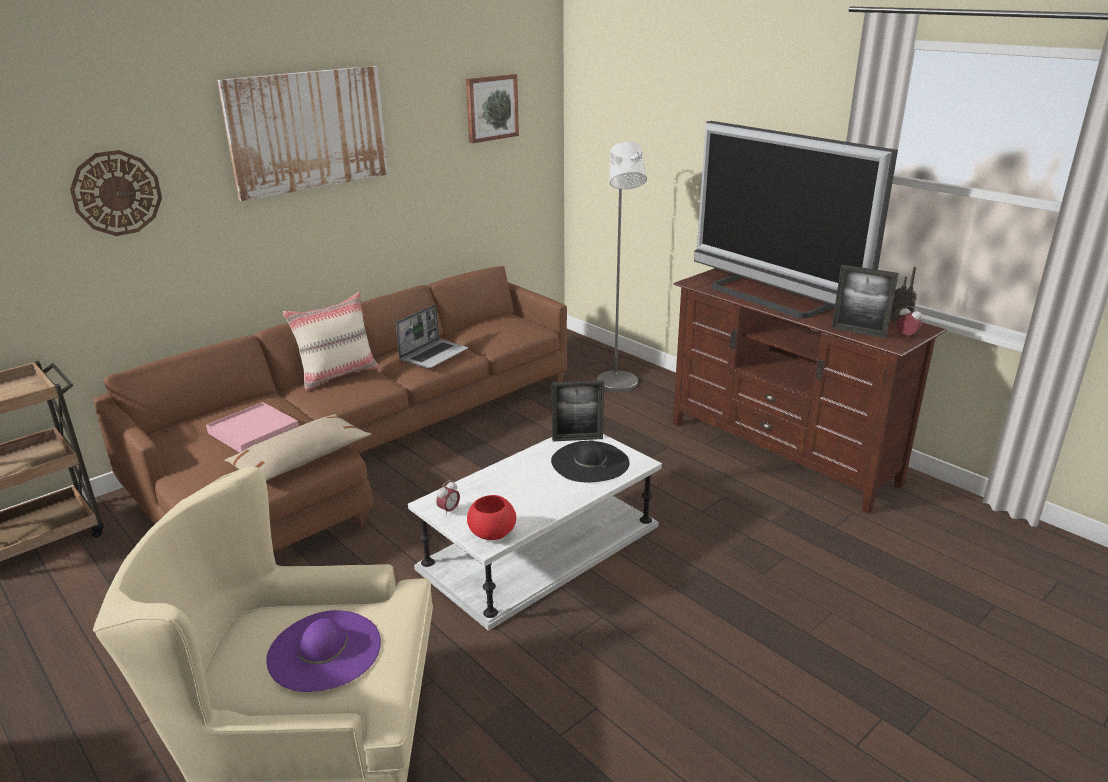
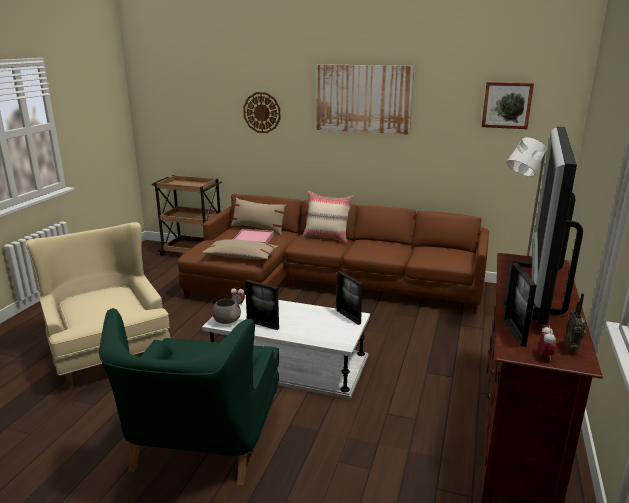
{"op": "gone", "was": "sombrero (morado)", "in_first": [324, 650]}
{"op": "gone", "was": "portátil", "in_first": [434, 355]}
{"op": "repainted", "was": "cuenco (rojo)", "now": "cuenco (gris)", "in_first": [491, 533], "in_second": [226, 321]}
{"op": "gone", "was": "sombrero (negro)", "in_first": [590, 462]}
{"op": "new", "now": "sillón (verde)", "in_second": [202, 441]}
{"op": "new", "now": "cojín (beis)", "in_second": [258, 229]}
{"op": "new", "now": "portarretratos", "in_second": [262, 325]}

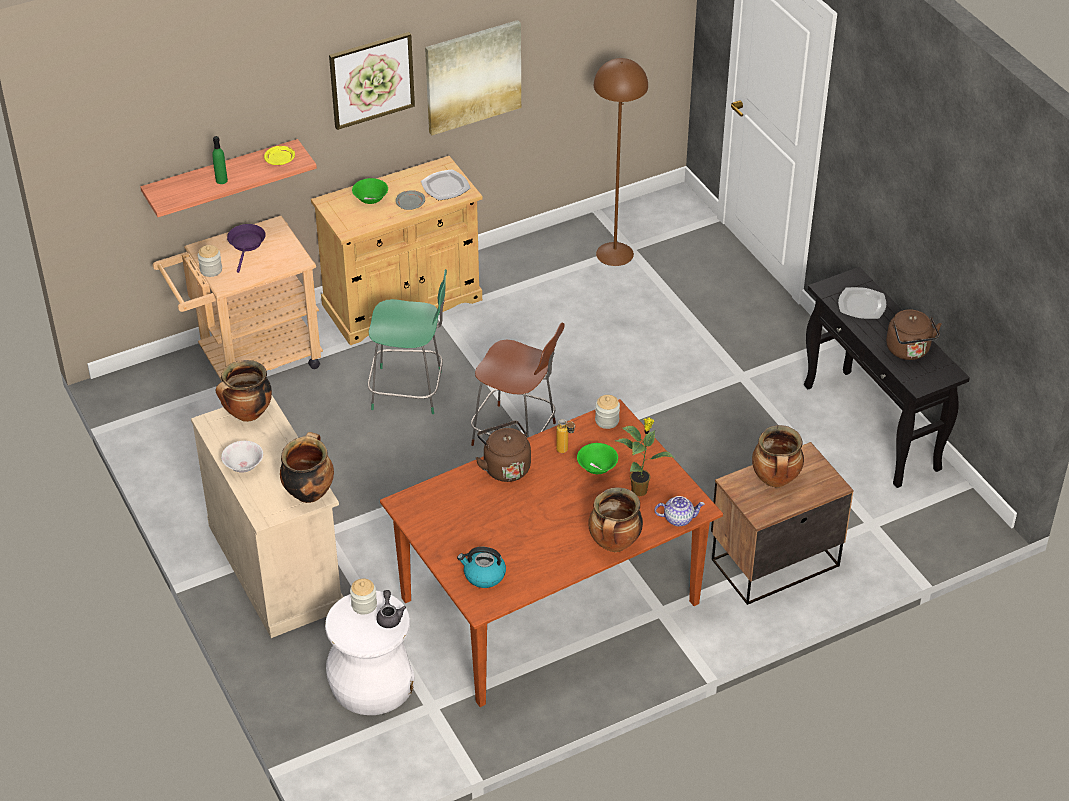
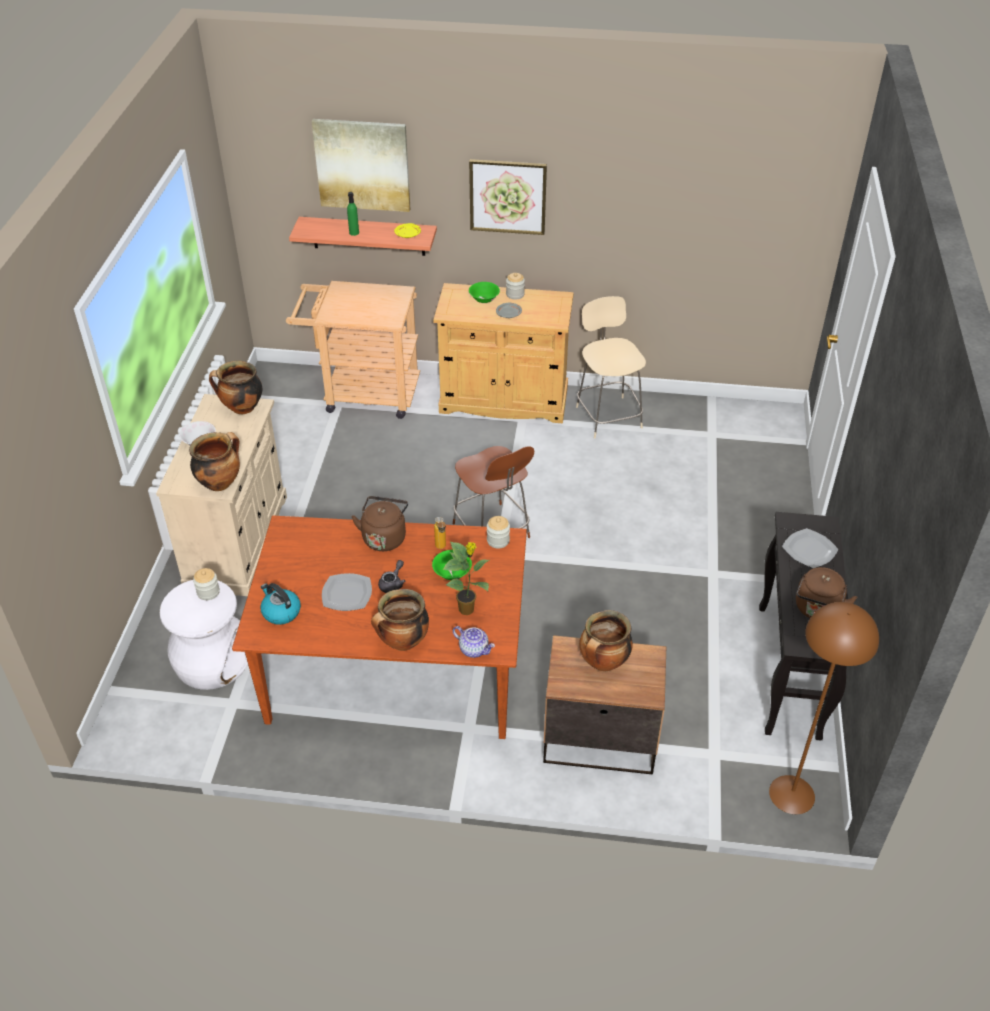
{"op": "shifted", "was": "tarro", "in_first": [211, 270], "in_second": [515, 294]}
{"op": "gone", "was": "sartén (morado)", "in_first": [246, 245]}
{"op": "gone", "was": "silla (verde)", "in_first": [410, 391]}
{"op": "shifted", "was": "tetera (gris)", "in_first": [389, 616], "in_second": [393, 584]}
{"op": "shifted", "was": "plato", "in_first": [445, 187], "in_second": [346, 594]}
{"op": "shifted", "was": "cuadro", "in_first": [473, 76], "in_second": [362, 164]}
{"op": "shifted", "was": "lámpara de pie (marrón)", "in_first": [614, 254], "in_second": [791, 794]}
{"op": "new", "now": "silla (beis)", "in_second": [608, 415]}

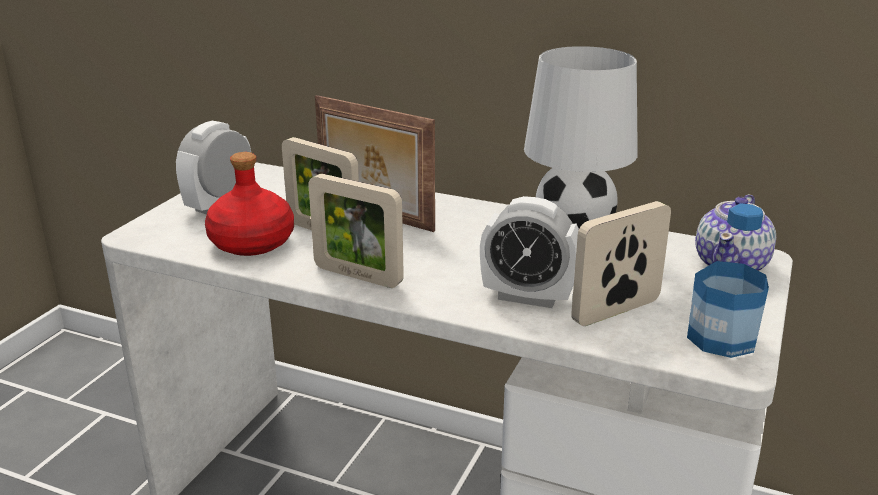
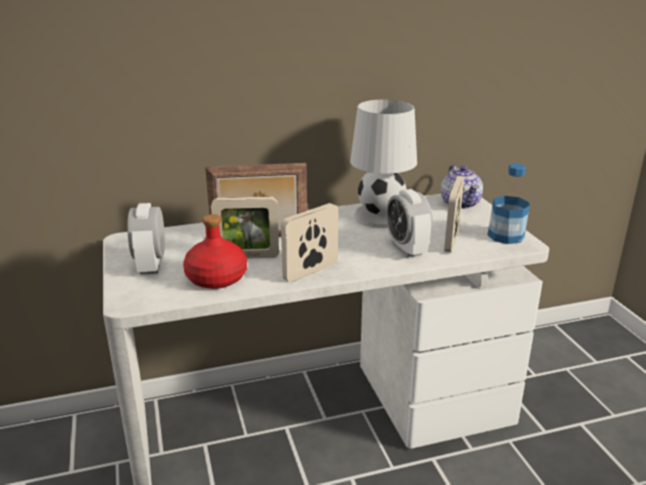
{"op": "rotated", "was": "portarretratos", "in_first": [358, 276], "in_second": [310, 271], "clockwise": 150}
{"op": "rotated", "was": "despertador", "in_first": [528, 297], "in_second": [407, 249], "clockwise": 90}

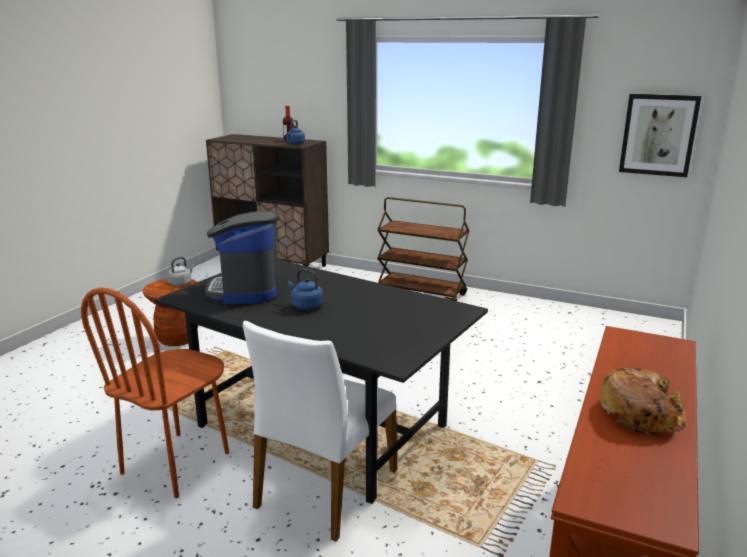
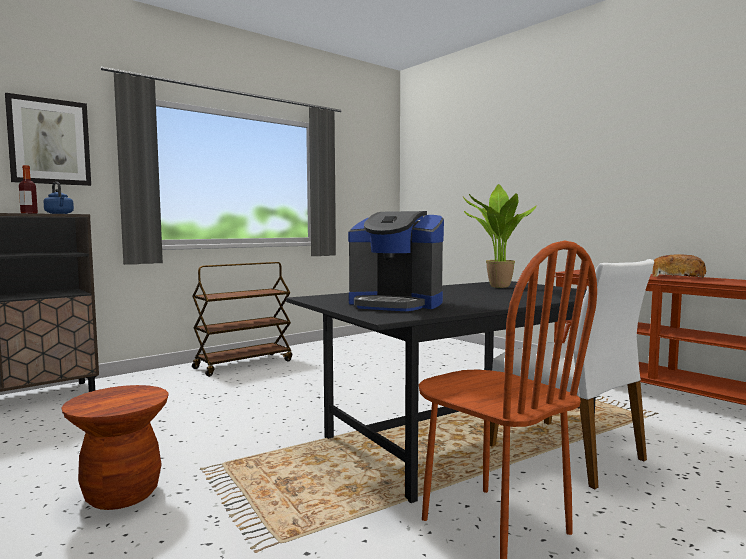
{"op": "gone", "was": "hervidor (gris)", "in_first": [181, 283]}
{"op": "gone", "was": "hervidor (azul)", "in_first": [305, 306]}
{"op": "shifted", "was": "cuadro", "in_first": [658, 135], "in_second": [49, 142]}
{"op": "new", "now": "planta en maceta", "in_second": [496, 286]}

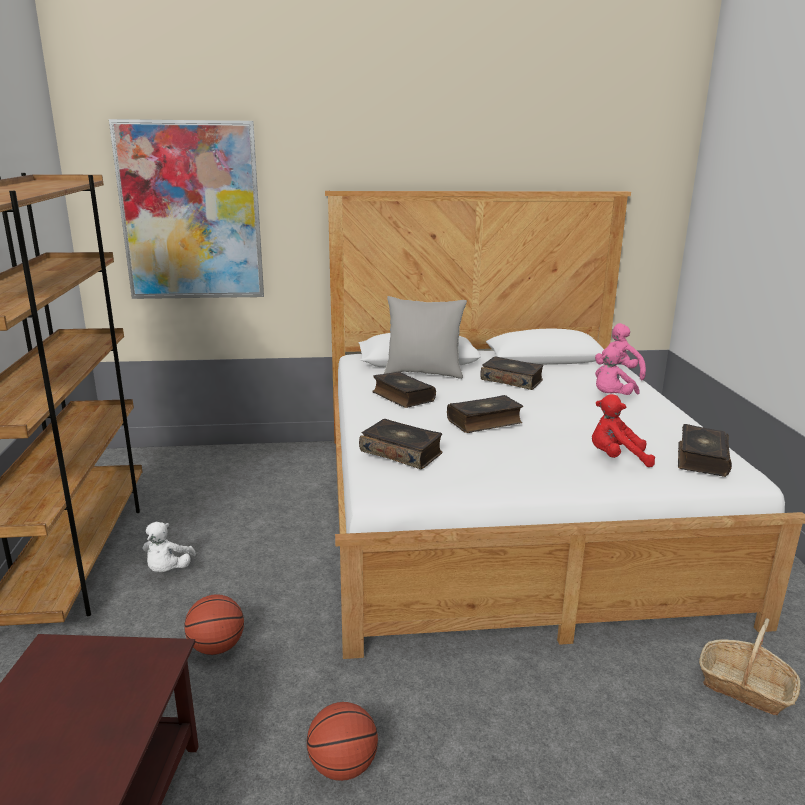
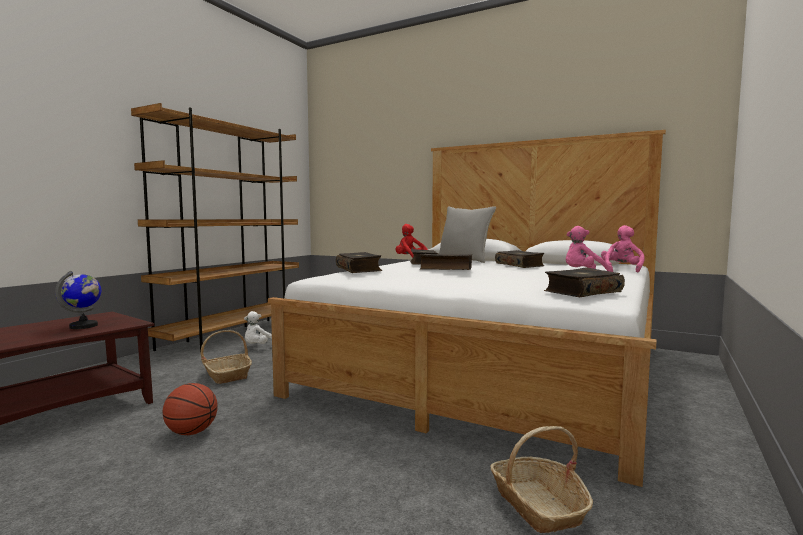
{"op": "gone", "was": "cuadro", "in_first": [191, 212]}
{"op": "swapped", "was": "balón de baloncesto", "now": "cesta", "in_first": [216, 647], "in_second": [227, 375]}
{"op": "shifted", "was": "peluche (rojo)", "in_first": [616, 458], "in_second": [410, 259]}
{"op": "new", "now": "globo terráqueo", "in_second": [84, 326]}

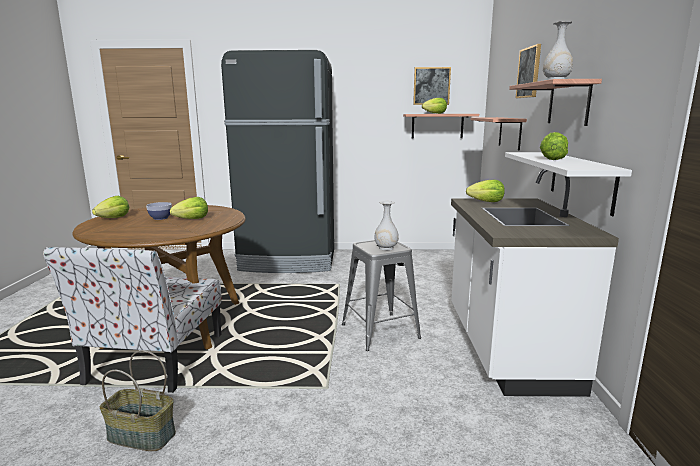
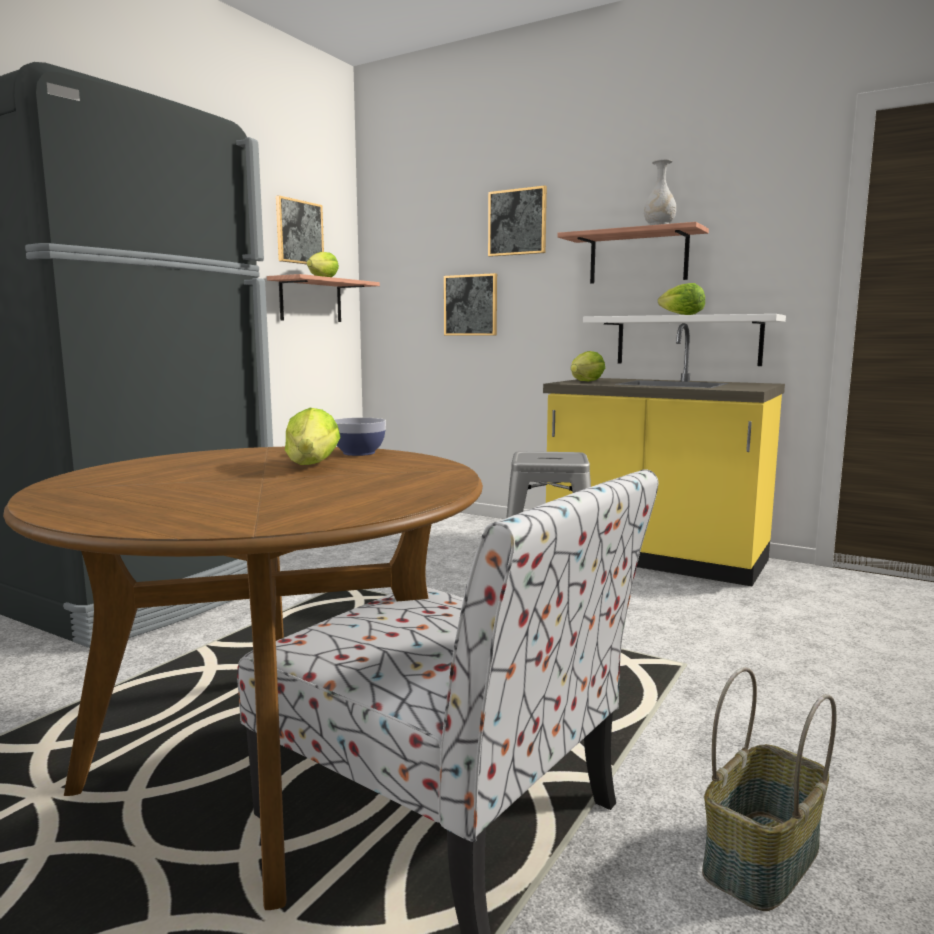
{"op": "gone", "was": "lechuga", "in_first": [114, 218]}
{"op": "shifted", "was": "cuenco", "in_first": [160, 218], "in_second": [359, 453]}
{"op": "gone", "was": "florero (blanco)", "in_first": [386, 248]}
{"op": "repainted", "was": "mueble bajo de cocina (blanco)", "now": "mueble bajo de cocina (amarillo)", "in_first": [506, 349], "in_second": [655, 559]}
{"op": "swapped", "was": "estante", "now": "cuadro", "in_first": [510, 133], "in_second": [471, 305]}

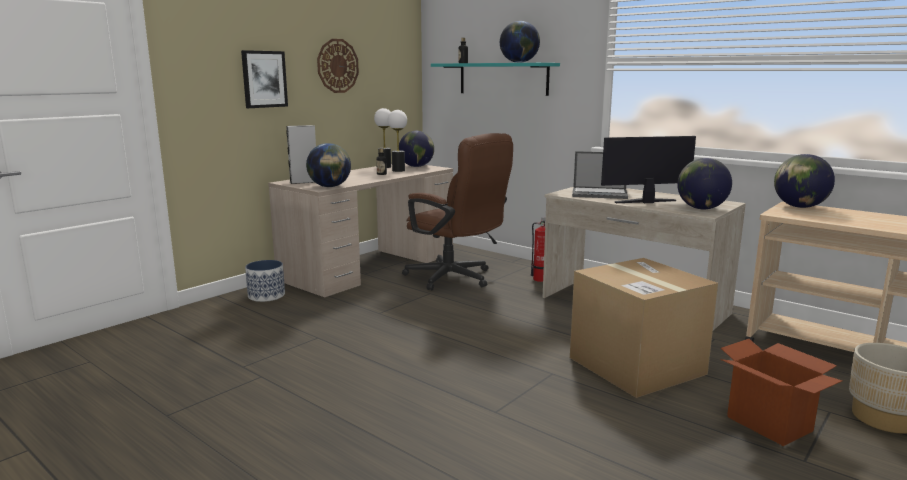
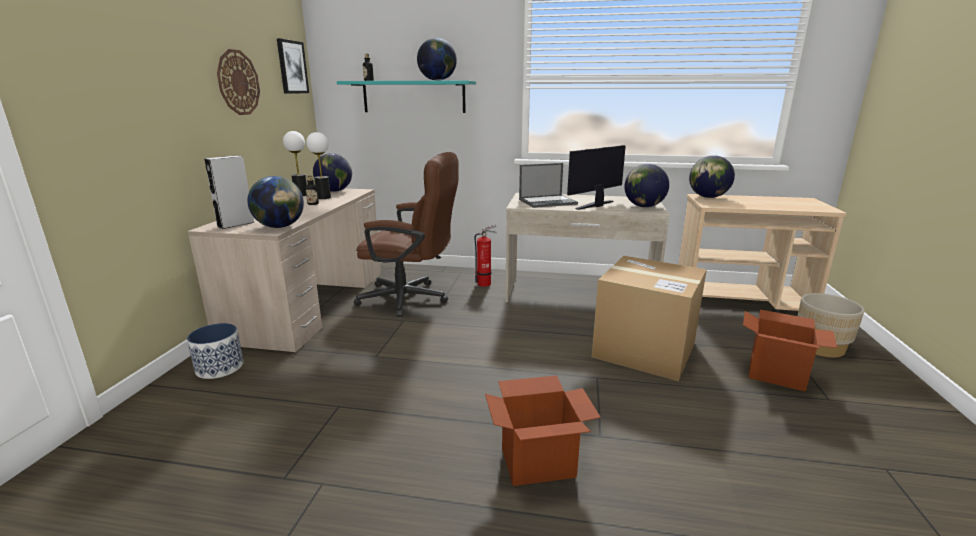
{"op": "shifted", "was": "cuadro", "in_first": [264, 79], "in_second": [292, 67]}
{"op": "new", "now": "caja de cartón", "in_second": [538, 463]}

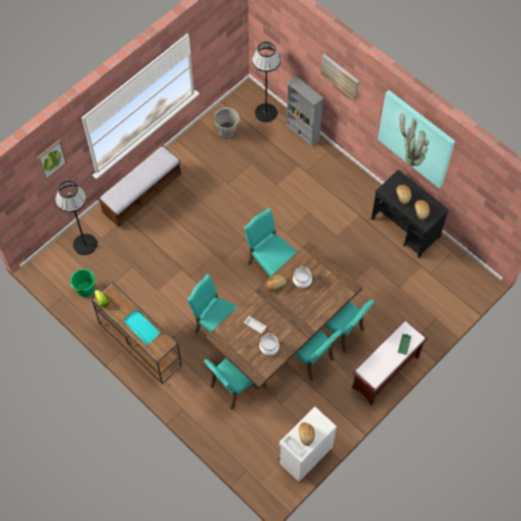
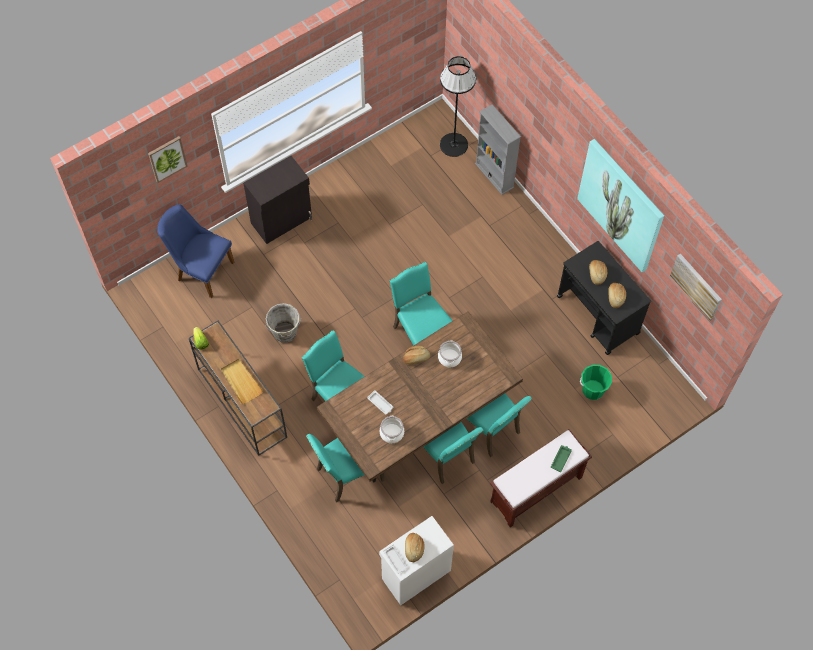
{"op": "swapped", "was": "lámpara de pie (negro)", "now": "silla (azul)", "in_first": [85, 244], "in_second": [200, 270]}
{"op": "shifted", "was": "cubo (verde)", "in_first": [85, 289], "in_second": [593, 390]}
{"op": "swapped", "was": "banco", "now": "armario (negro)", "in_first": [142, 194], "in_second": [282, 220]}
{"op": "repainted", "was": "bandeja (turquesa)", "now": "bandeja (beis)", "in_first": [141, 327], "in_second": [241, 382]}
{"op": "shifted", "was": "cubo (gris)", "in_first": [227, 132], "in_second": [285, 333]}
{"op": "shifted", "was": "cuadro", "in_first": [340, 76], "in_second": [696, 286]}

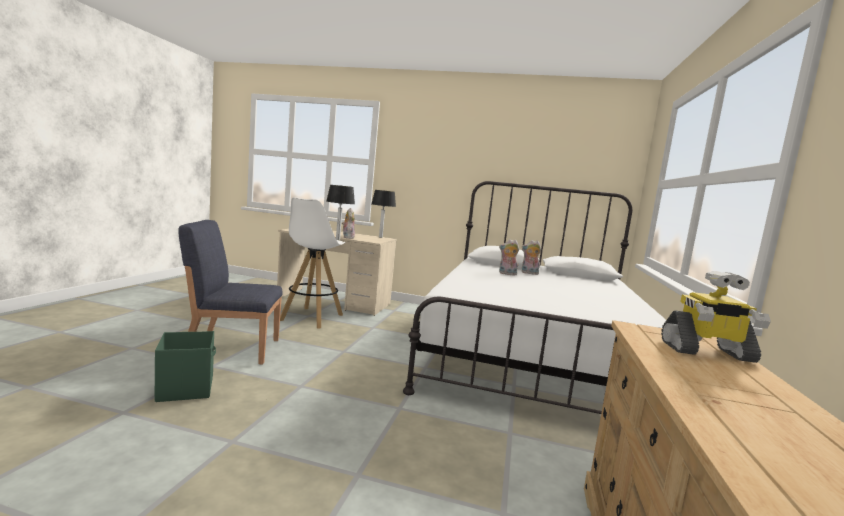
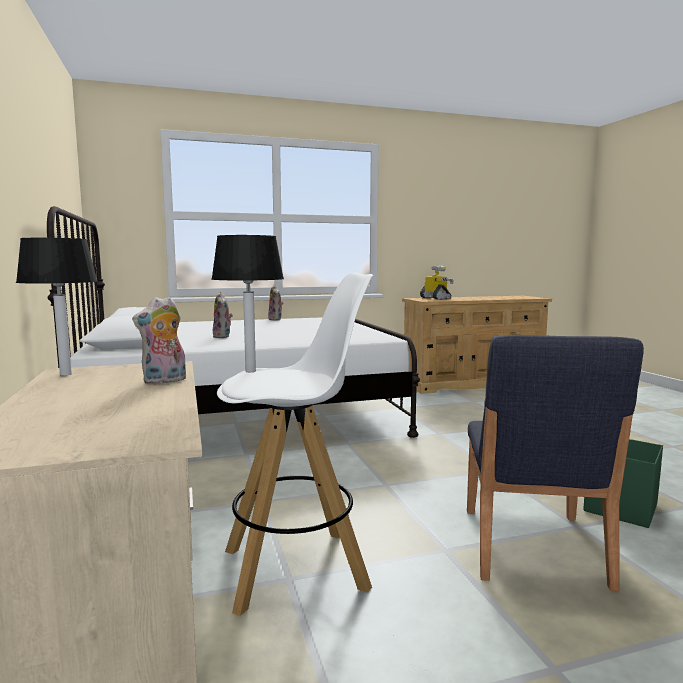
{"op": "rotated", "was": "silla (azul)", "in_first": [231, 348], "in_second": [531, 547], "clockwise": 45}
{"op": "shifted", "was": "peluche", "in_first": [529, 273], "in_second": [276, 319]}

